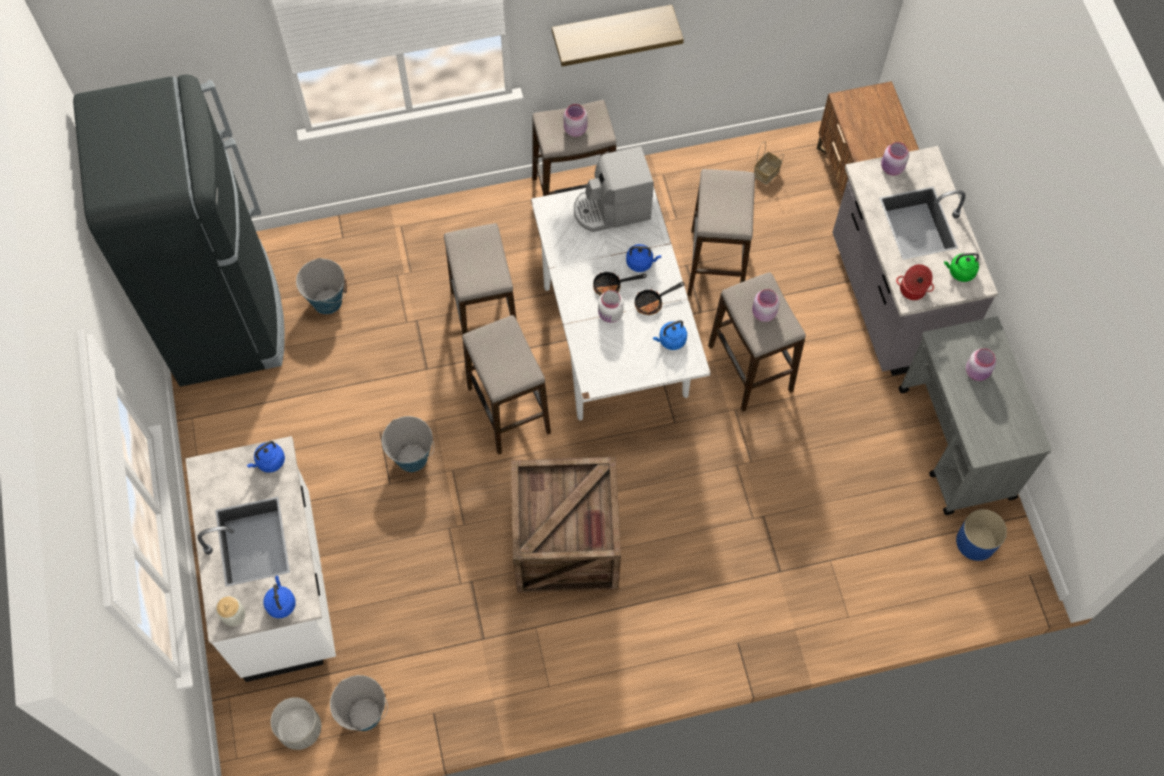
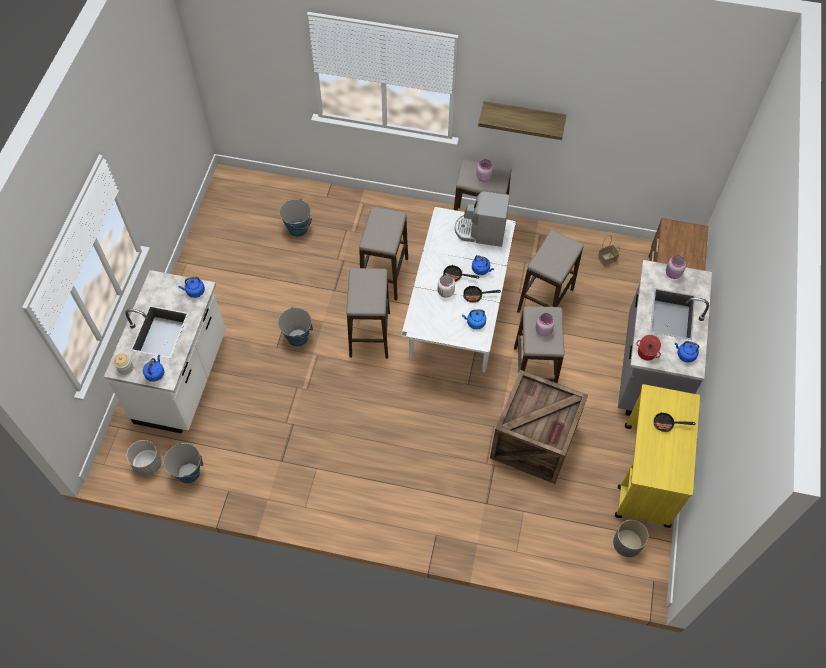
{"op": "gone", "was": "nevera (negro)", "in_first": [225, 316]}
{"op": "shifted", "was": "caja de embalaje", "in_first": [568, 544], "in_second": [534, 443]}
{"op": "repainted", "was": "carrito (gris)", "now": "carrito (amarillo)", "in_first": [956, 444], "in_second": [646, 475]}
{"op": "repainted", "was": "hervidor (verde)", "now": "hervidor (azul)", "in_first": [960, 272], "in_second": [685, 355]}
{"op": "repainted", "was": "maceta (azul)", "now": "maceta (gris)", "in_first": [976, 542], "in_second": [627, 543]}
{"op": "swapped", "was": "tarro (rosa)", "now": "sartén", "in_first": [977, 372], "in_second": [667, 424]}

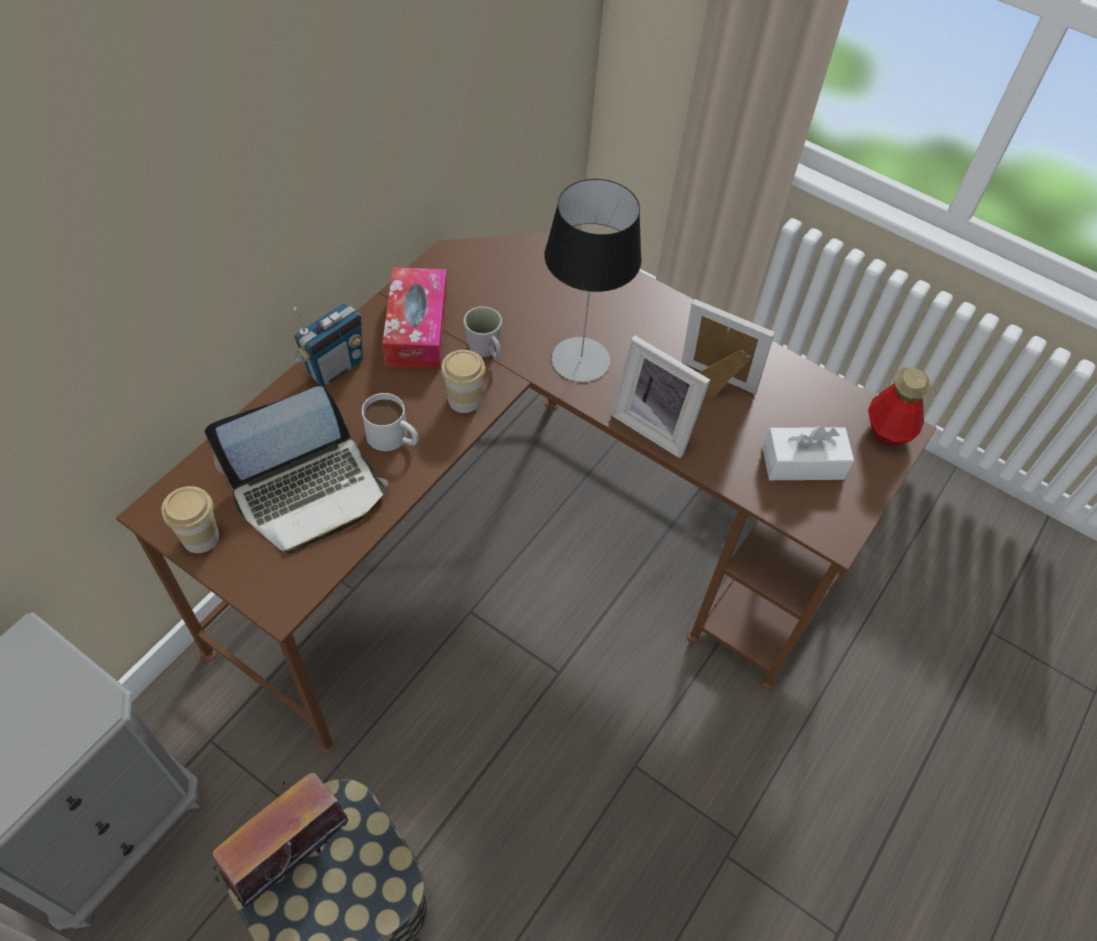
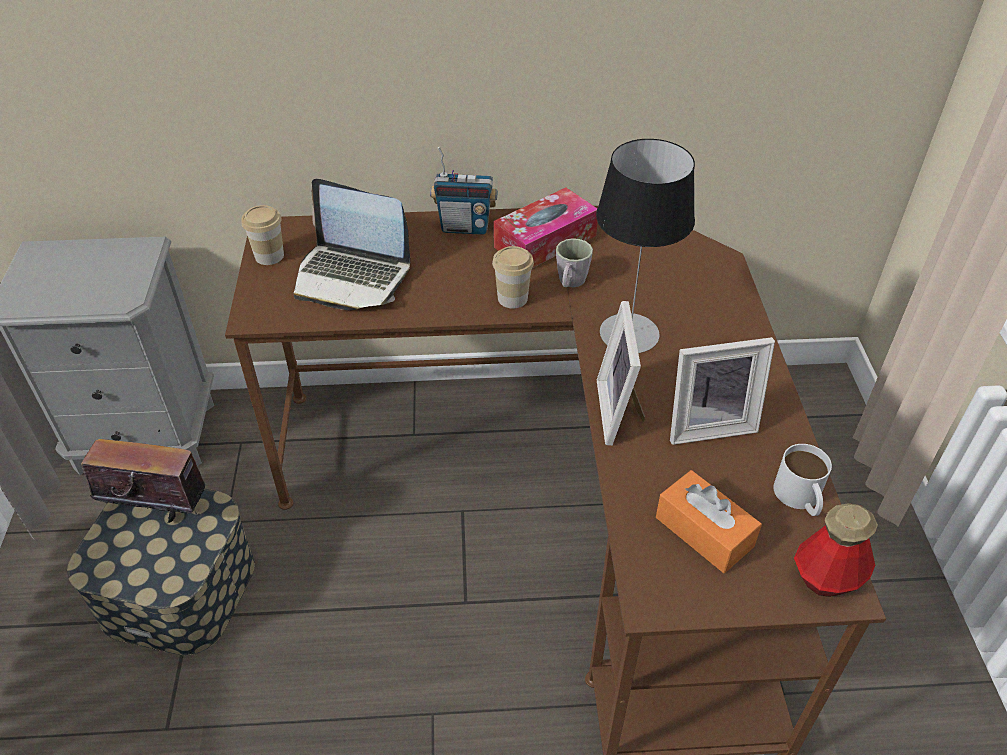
{"op": "shifted", "was": "taza grande (blanco)", "in_first": [394, 438], "in_second": [800, 498]}
{"op": "rotated", "was": "portarretratos", "in_first": [712, 386], "in_second": [708, 424], "clockwise": 90}
{"op": "repainted", "was": "caja de pañuelos (blanco)", "now": "caja de pañuelos (naranja)", "in_first": [802, 463], "in_second": [704, 532]}

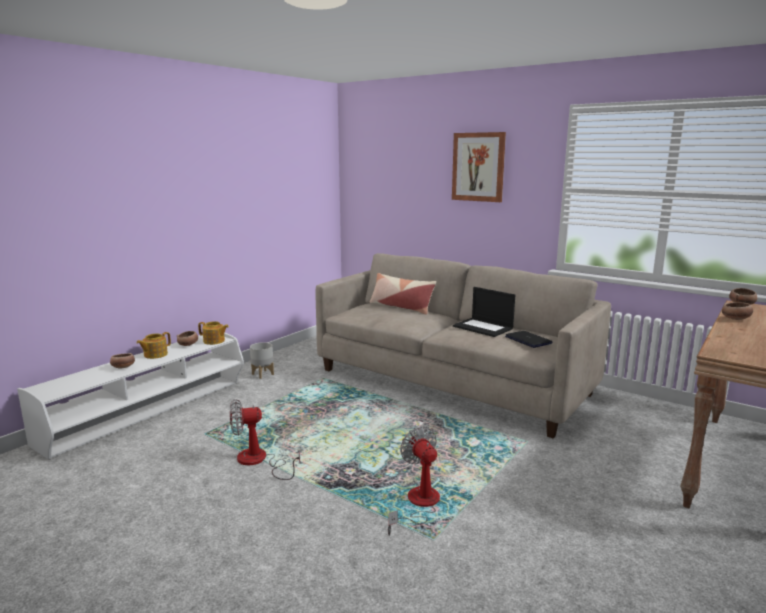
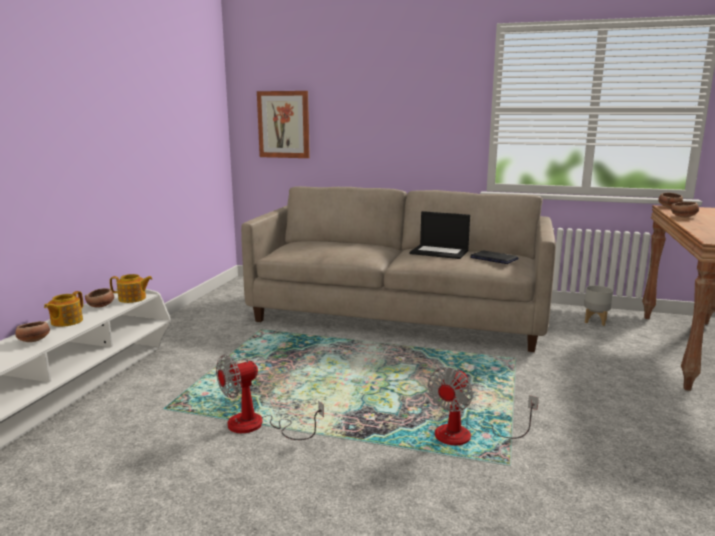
{"op": "shifted", "was": "maceta (gris)", "in_first": [262, 374], "in_second": [595, 321]}
{"op": "gone", "was": "cojín", "in_first": [401, 307]}
{"op": "rotated", "was": "ventilador", "in_first": [418, 505], "in_second": [466, 435], "clockwise": -105}
{"op": "shifted", "was": "cuadro", "in_first": [478, 167], "in_second": [284, 124]}

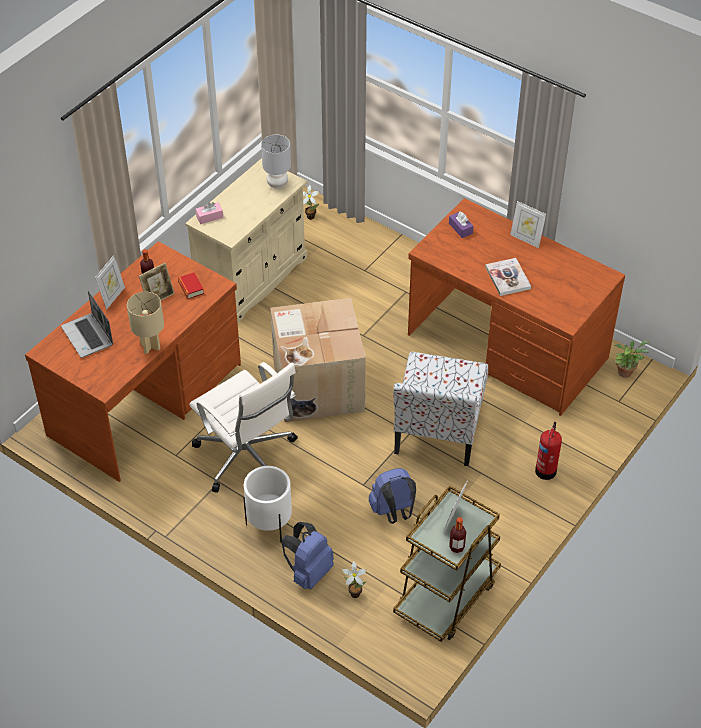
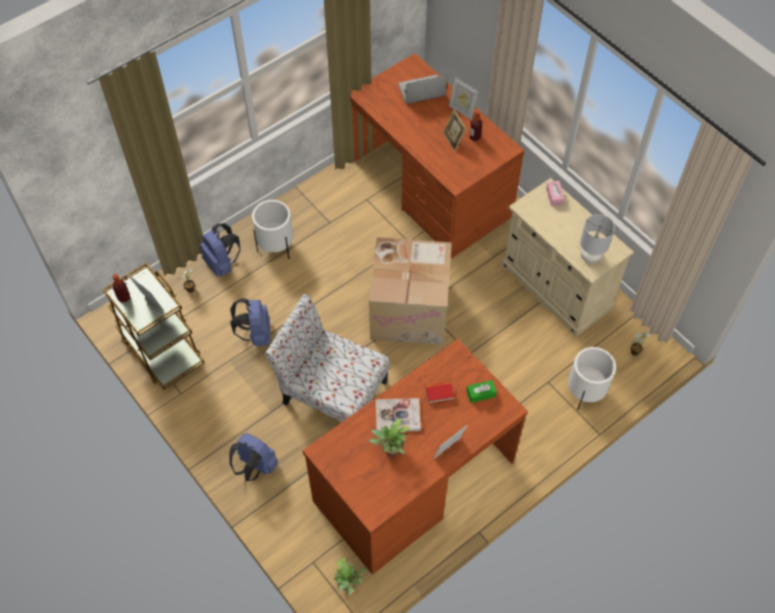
{"op": "gone", "was": "lámpara de mesa (beis)", "in_first": [150, 346]}
{"op": "shifted", "was": "libro", "in_first": [191, 288], "in_second": [439, 394]}
{"op": "gone", "was": "silla de oficina (blanco)", "in_first": [247, 458]}
{"op": "repainted", "was": "caja de pañuelos (morado)", "now": "caja de pañuelos (verde)", "in_first": [460, 228], "in_second": [481, 394]}
{"op": "swapped", "was": "extintor", "now": "mochila (azul)", "in_first": [546, 470], "in_second": [255, 466]}
{"op": "new", "now": "planta en maceta", "in_second": [390, 450]}
{"op": "new", "now": "maceta (blanco)", "in_second": [585, 393]}

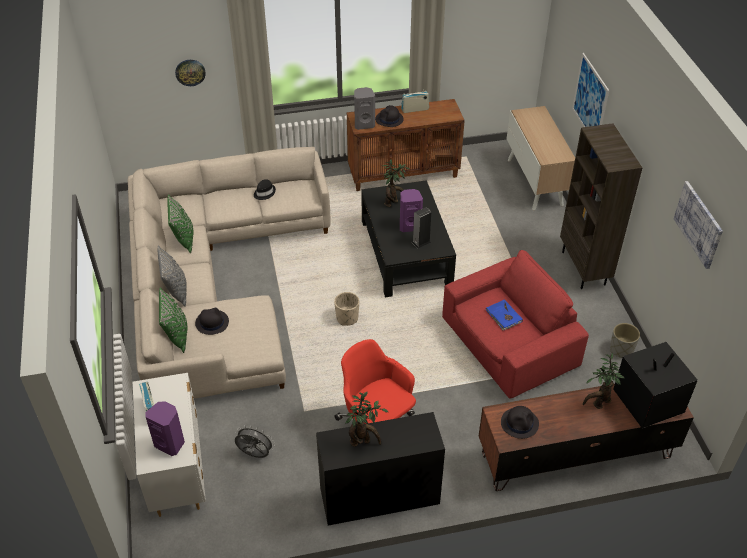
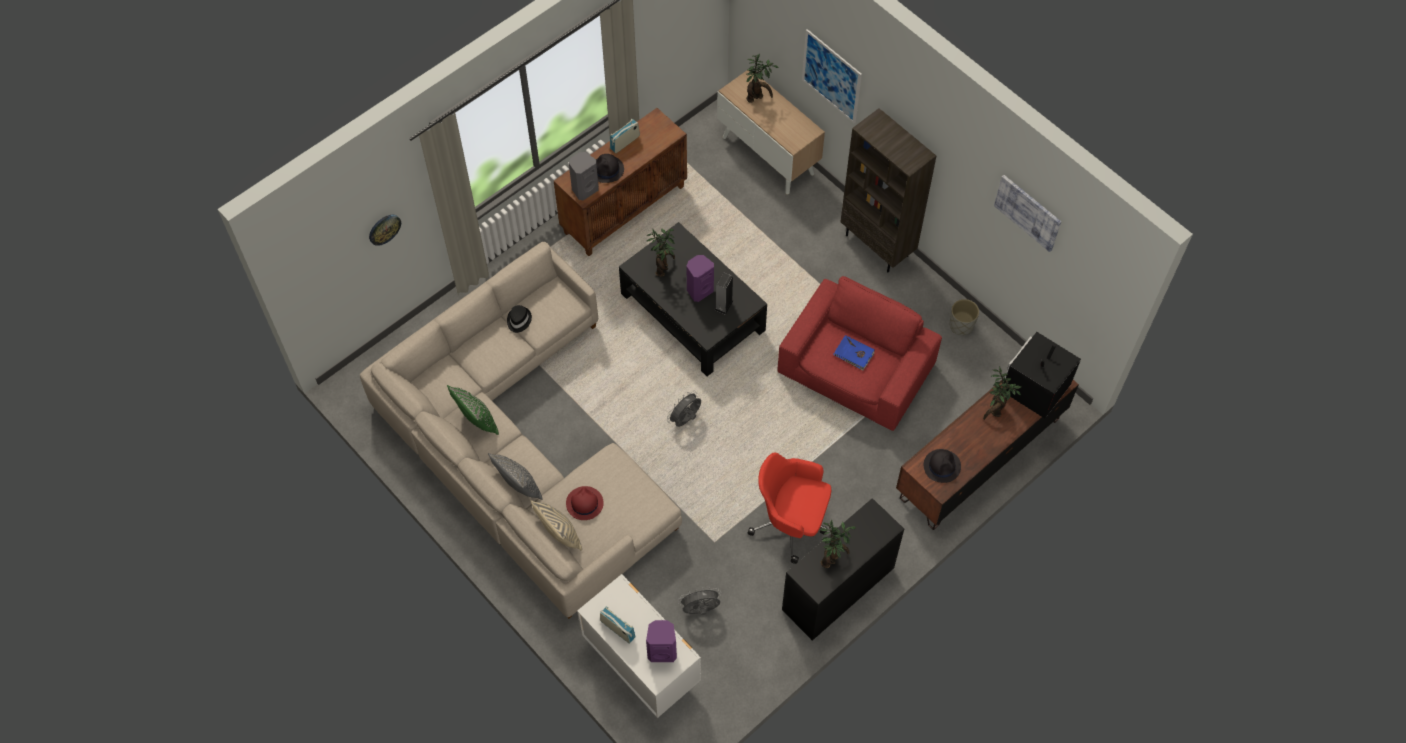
{"op": "repainted", "was": "cojín (verde)", "now": "cojín (beis)", "in_first": [177, 335], "in_second": [559, 534]}
{"op": "repainted", "was": "sombrero (negro)", "now": "sombrero (rojo)", "in_first": [211, 322], "in_second": [584, 503]}
{"op": "swapped", "was": "maceta (beis)", "now": "ventilador (gris)", "in_first": [347, 318], "in_second": [685, 420]}
{"op": "new", "now": "planta en maceta", "in_second": [757, 97]}

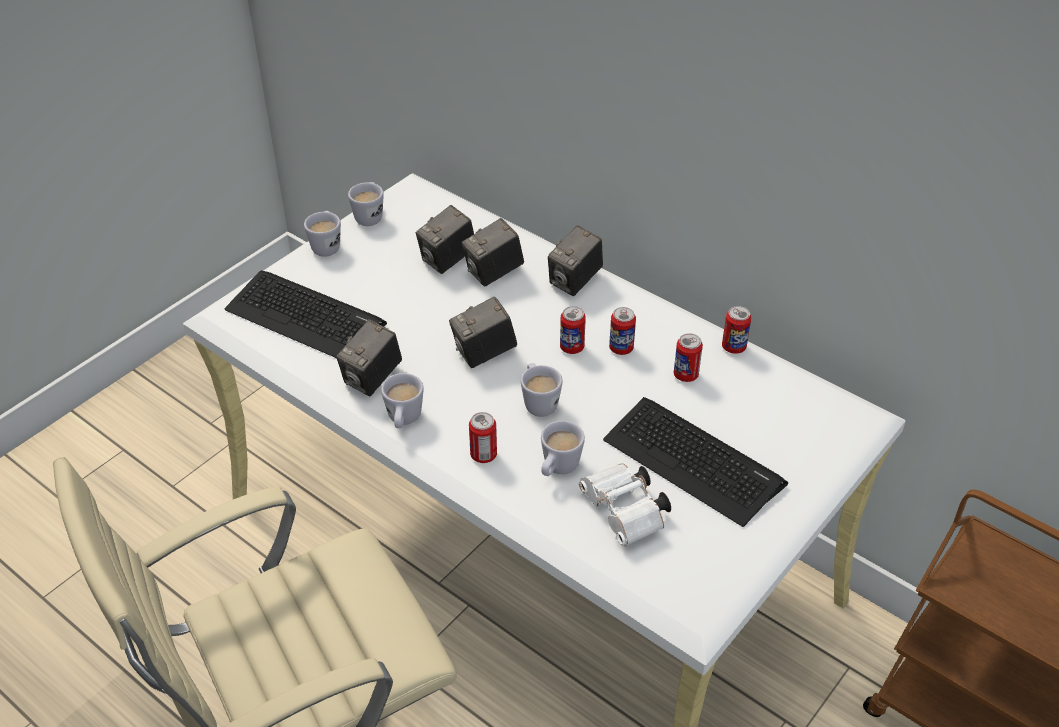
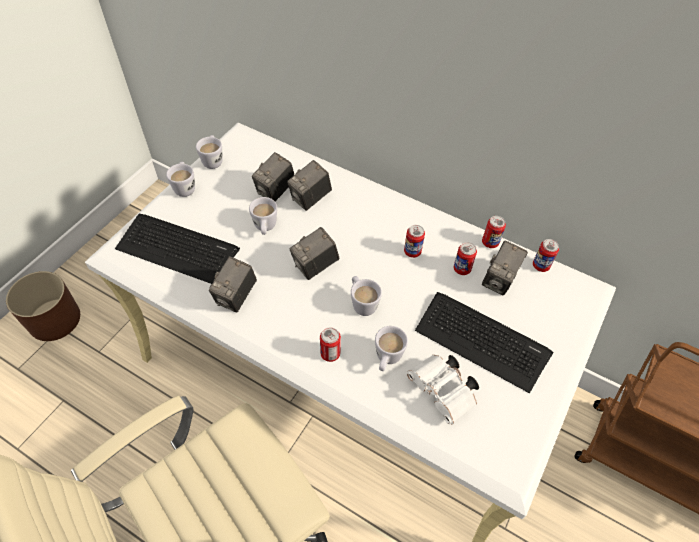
{"op": "shifted", "was": "taza grande (blanco)", "in_first": [403, 421], "in_second": [265, 228]}
{"op": "shifted", "was": "cámara", "in_first": [575, 281], "in_second": [499, 280]}
{"op": "shifted", "was": "lata", "in_first": [572, 347], "in_second": [540, 266]}
{"op": "new", "now": "maceta (marrón)", "in_second": [54, 319]}

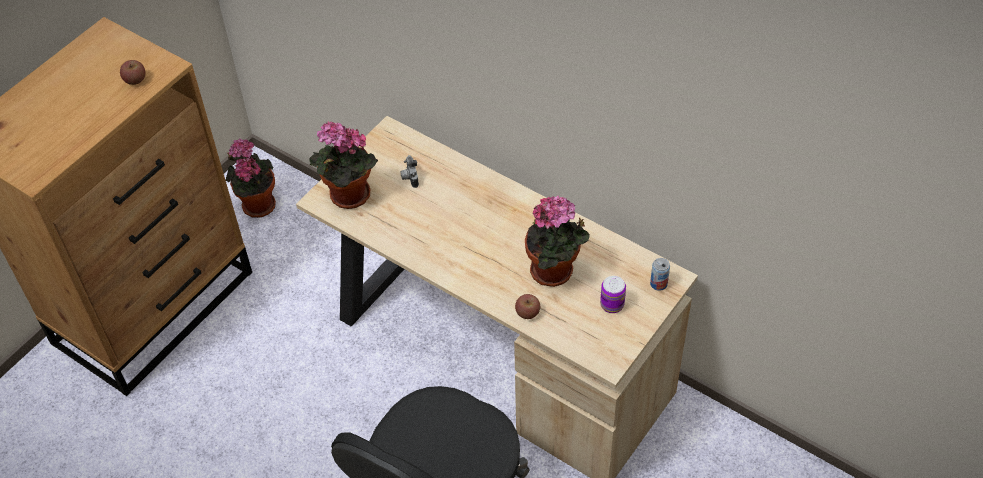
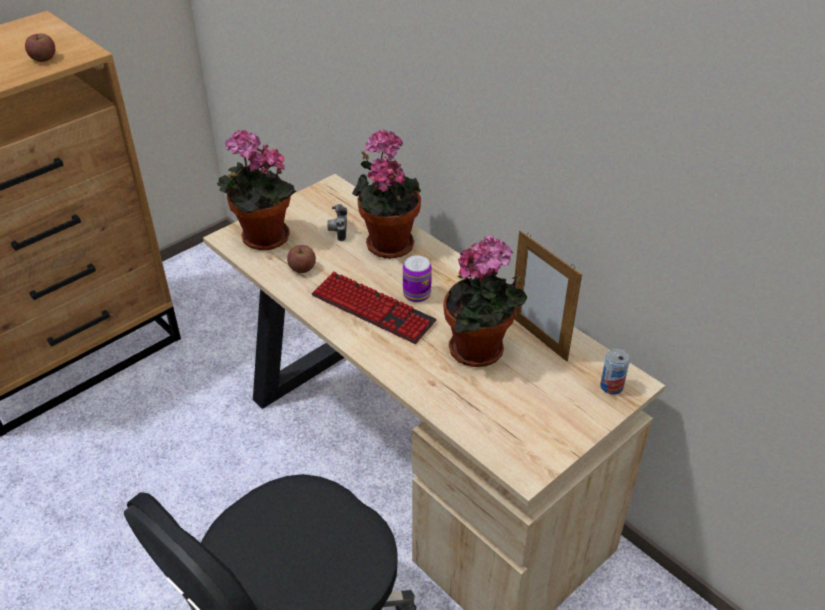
{"op": "shifted", "was": "planta en maceta", "in_first": [257, 204], "in_second": [387, 242]}
{"op": "shifted", "was": "manzana", "in_first": [527, 312], "in_second": [302, 268]}
{"op": "shifted", "was": "lata", "in_first": [612, 304], "in_second": [417, 294]}
{"op": "new", "now": "teclado", "in_second": [372, 309]}
{"op": "new", "now": "portarretratos", "in_second": [538, 338]}

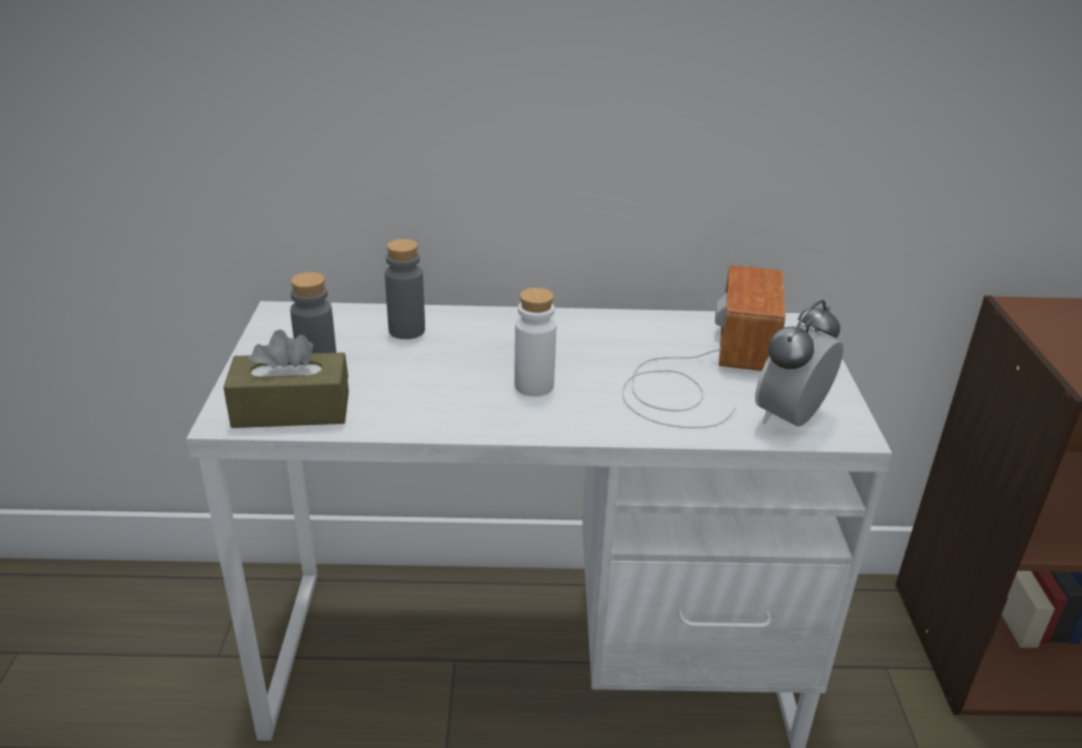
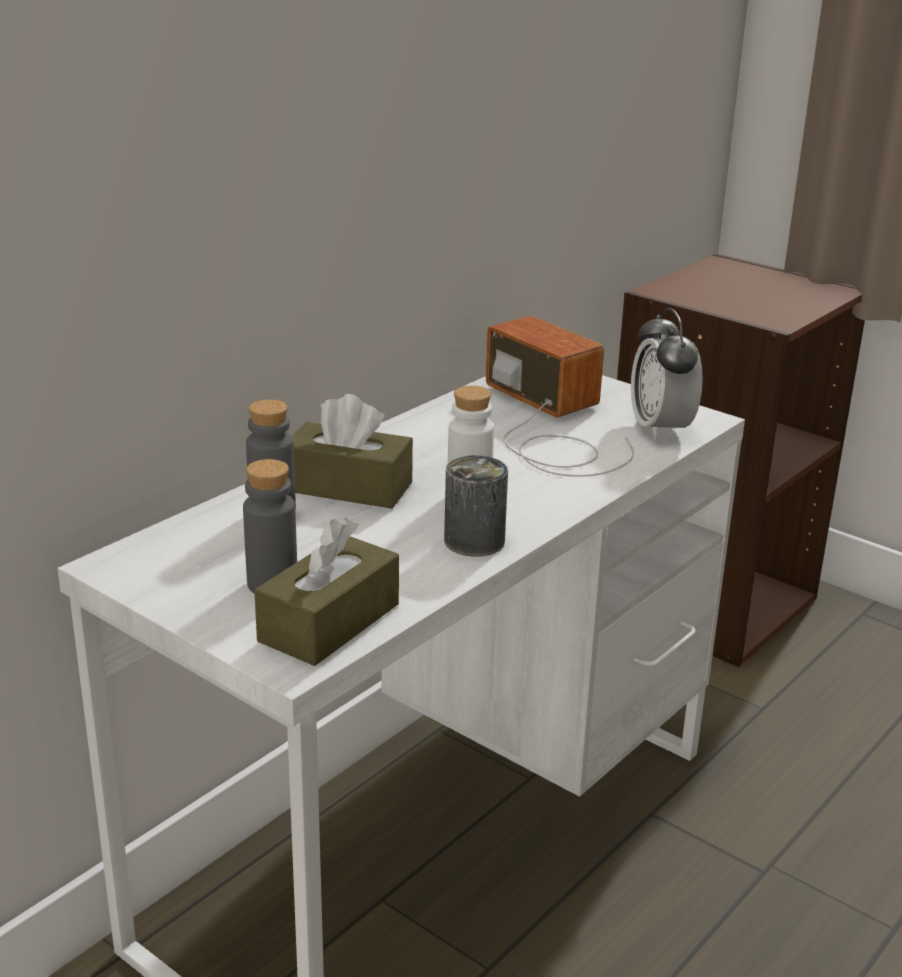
{"op": "new", "now": "caja de pañuelos (marrón)", "in_second": [348, 487]}
{"op": "new", "now": "lata", "in_second": [474, 541]}

